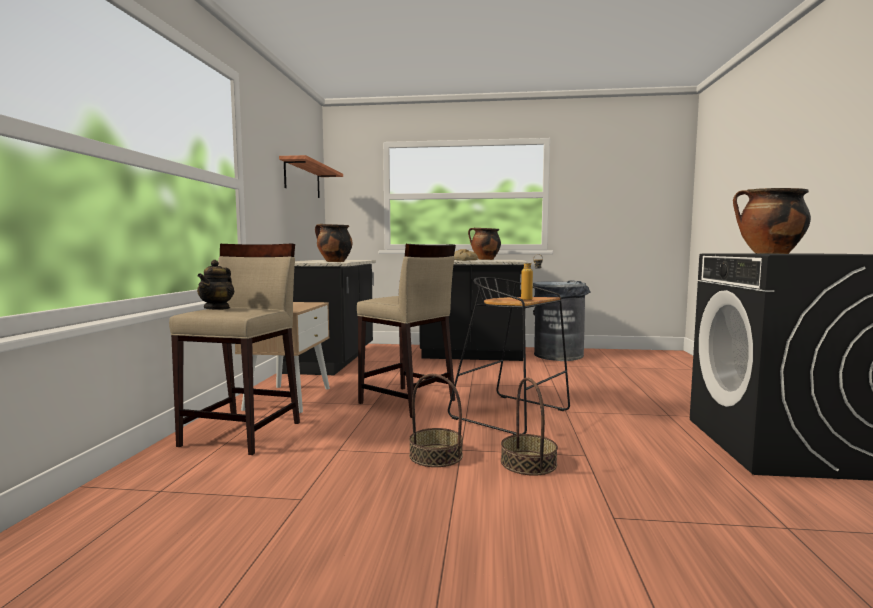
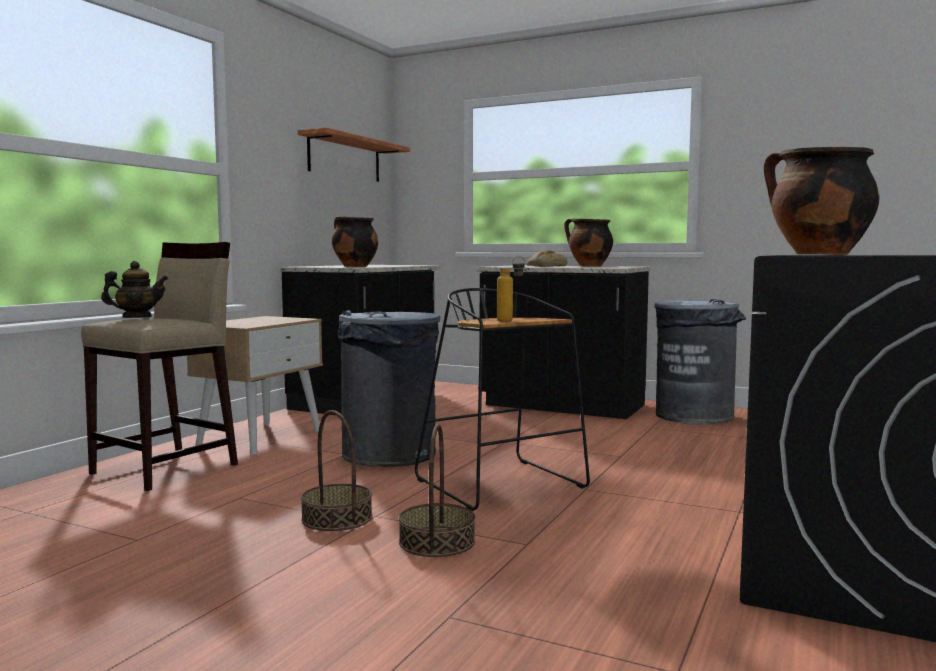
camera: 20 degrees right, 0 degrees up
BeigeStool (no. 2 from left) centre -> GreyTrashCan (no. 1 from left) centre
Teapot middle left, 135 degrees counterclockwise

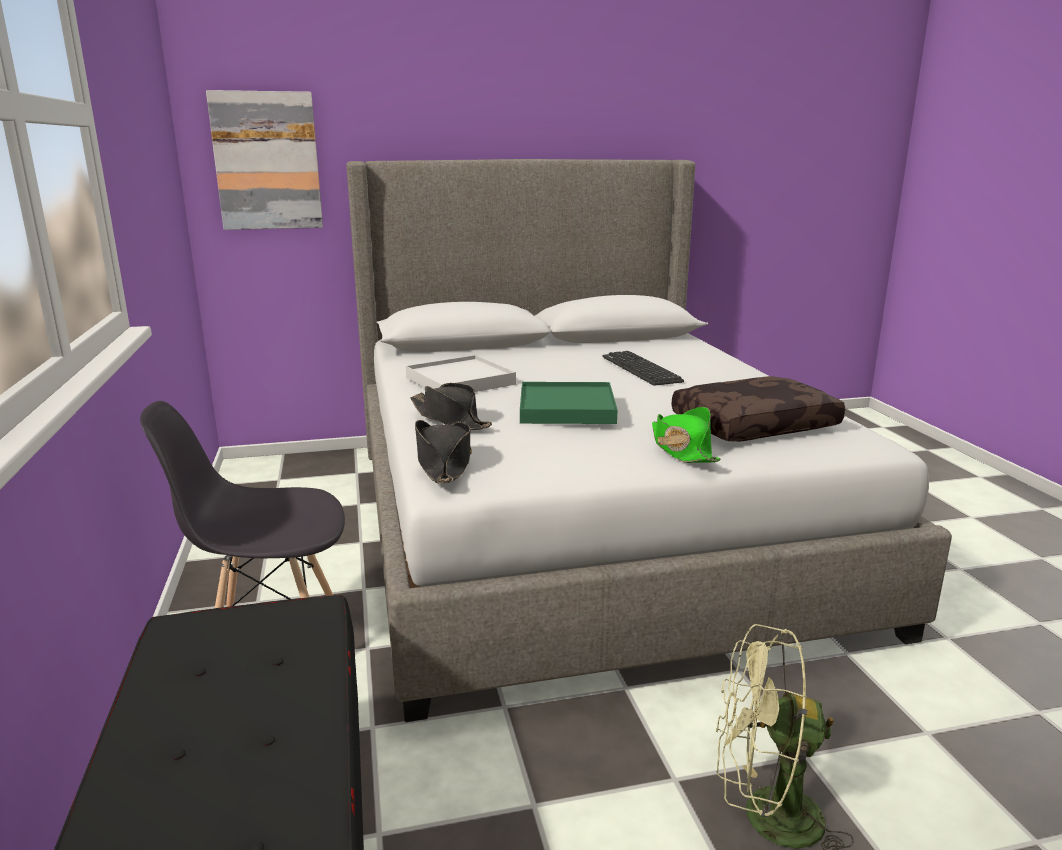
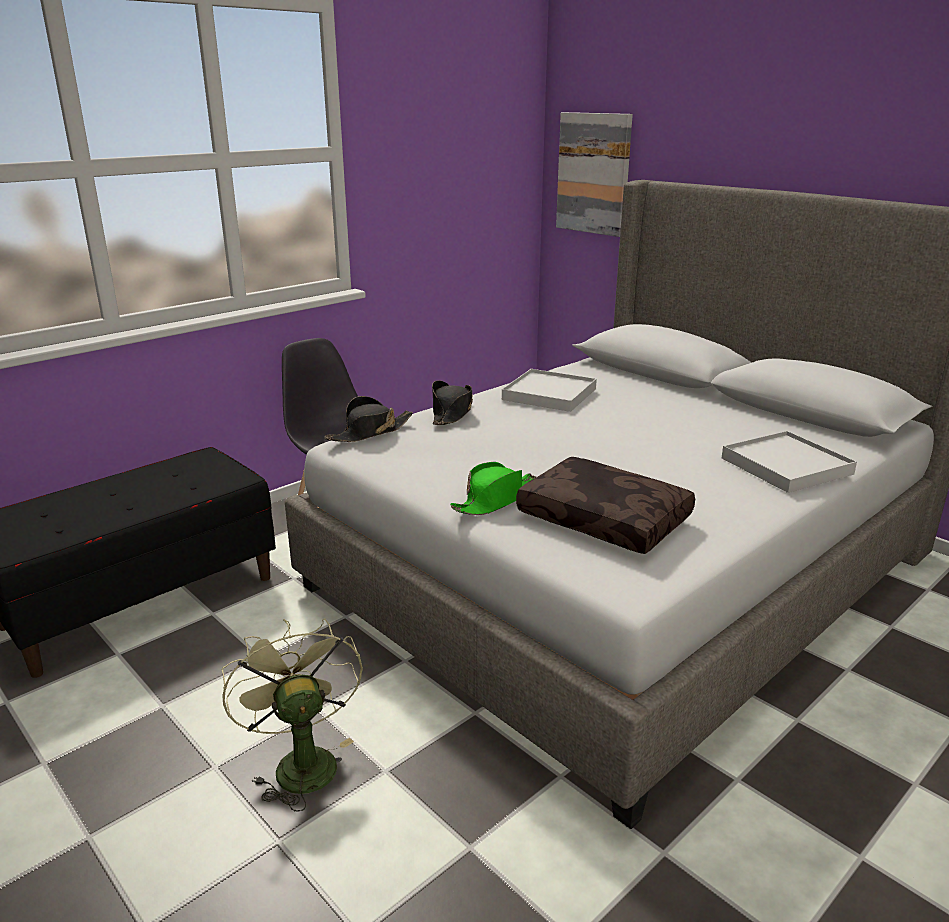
camera: 60 degrees right, 5 degrees up
GreenTray centre -> none
Keyboard centre -> none
none -> WhiteTray (no. 2 from left) middle right

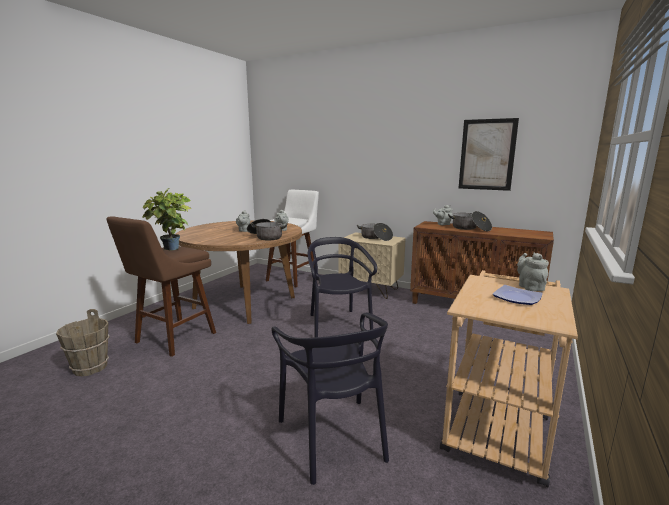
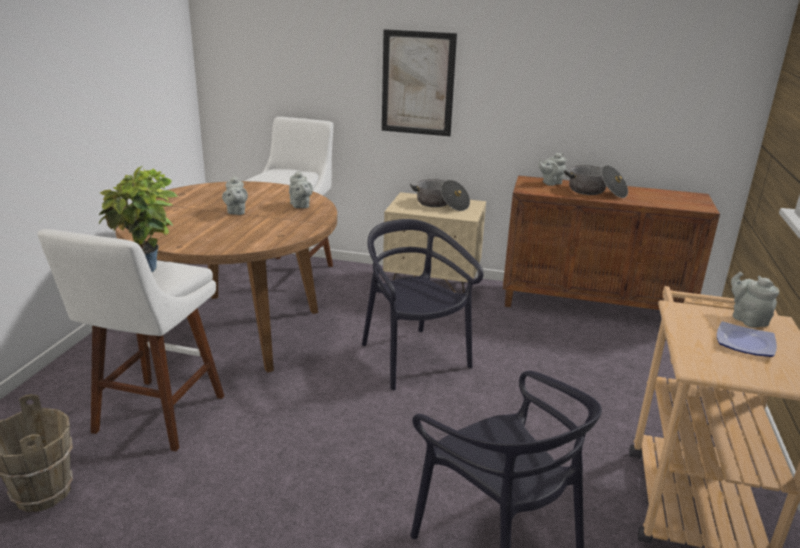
camera: 15 degrees left, 10 degrees up
CookingPot (no. 1 from left) centre -> none
Picture top right -> Picture top centre, shifted
BrownStool middle left -> WhiteStool (no. 1 from left) middle left

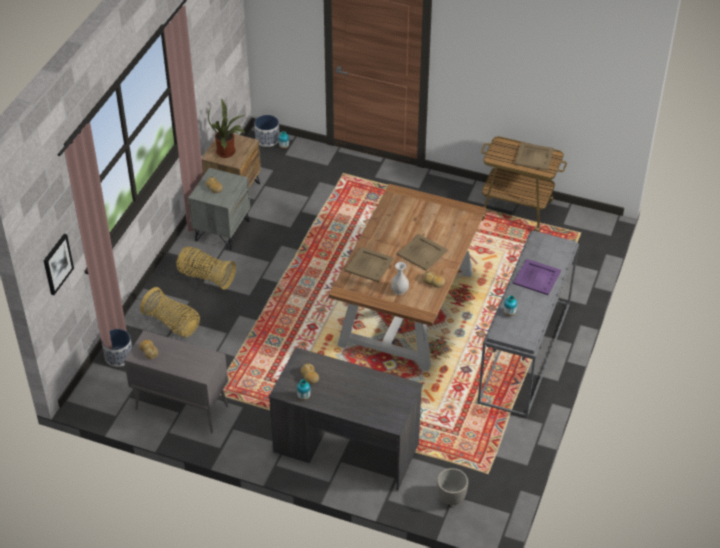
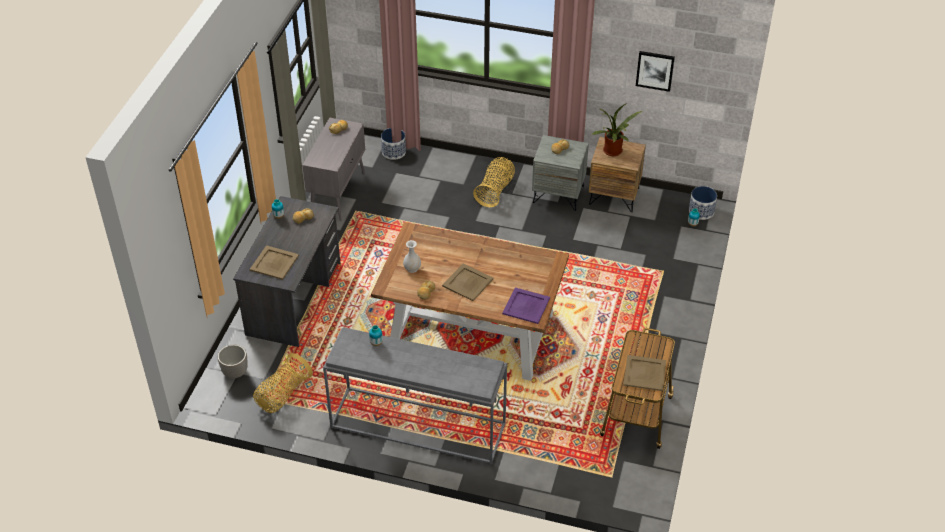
camera: 85 degrees right, 0 degrees up
Picture middle left -> Picture top right, shifted
Basket (no. 1 from left) middle left -> Basket (no. 1 from left) bottom left, shifted
BeigeTray (no. 1 from left) centre -> BeigeTray (no. 1 from left) middle left, shifted
PurpleTray middle right -> PurpleTray centre, shifted

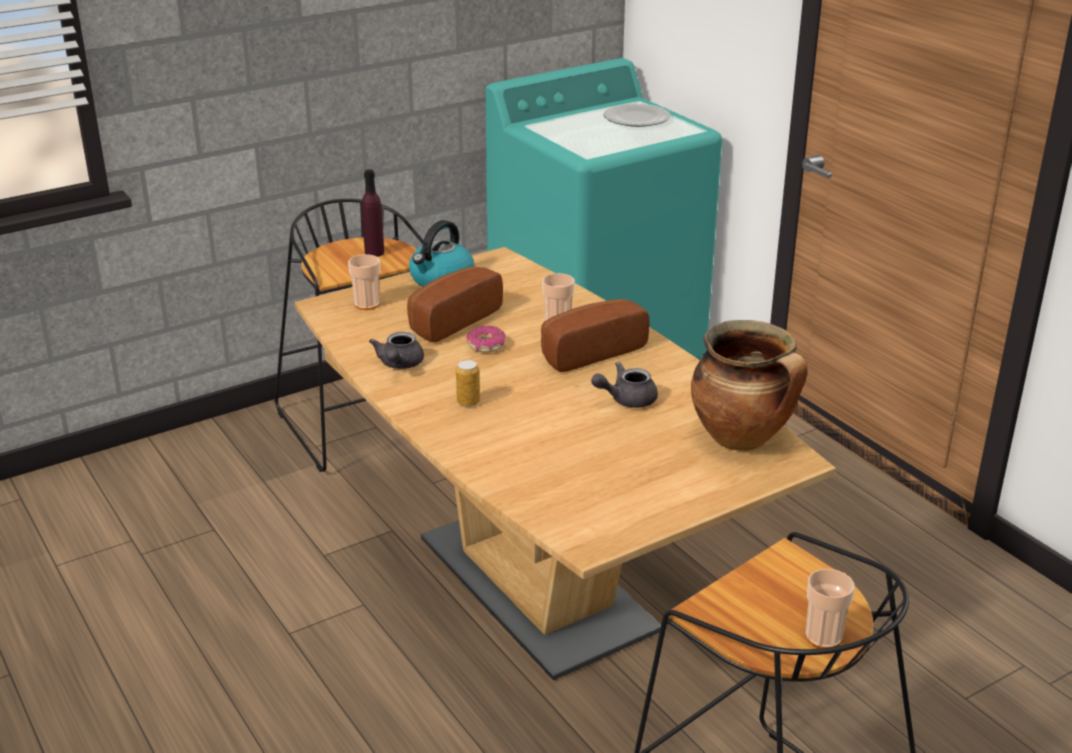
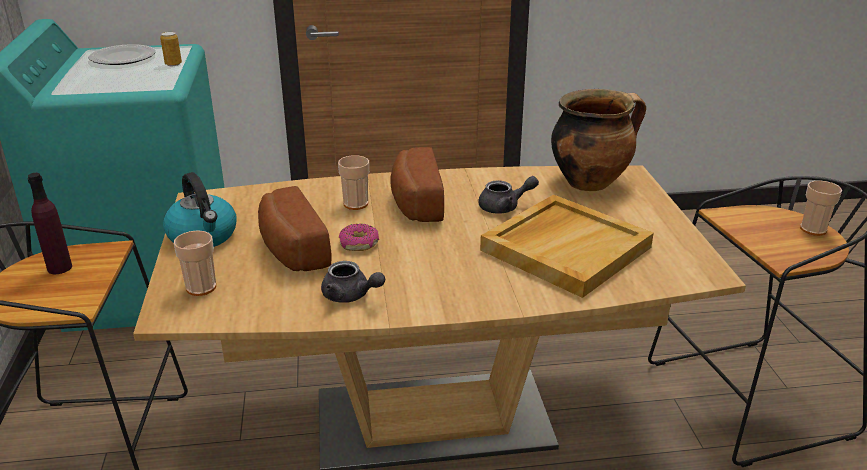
camera: 65 degrees left, 0 degrees up
none -> BeigeTray centre
Can centre -> Can top left, shifted
GreyTeapot (no. 2 from left) centre, 105 degrees counterclockwise

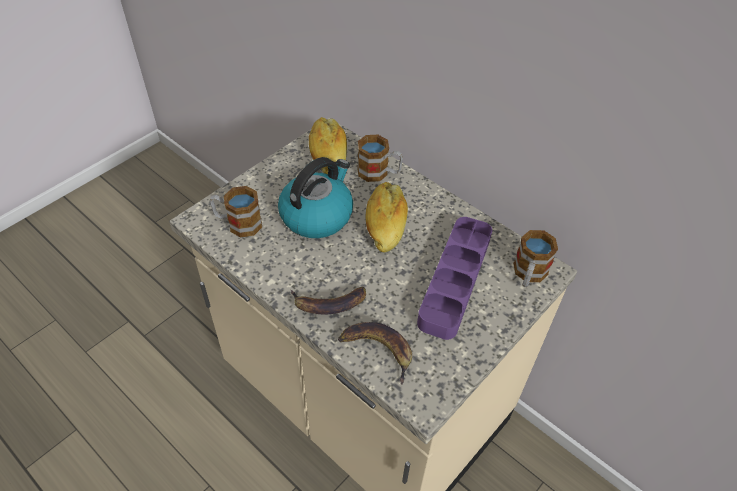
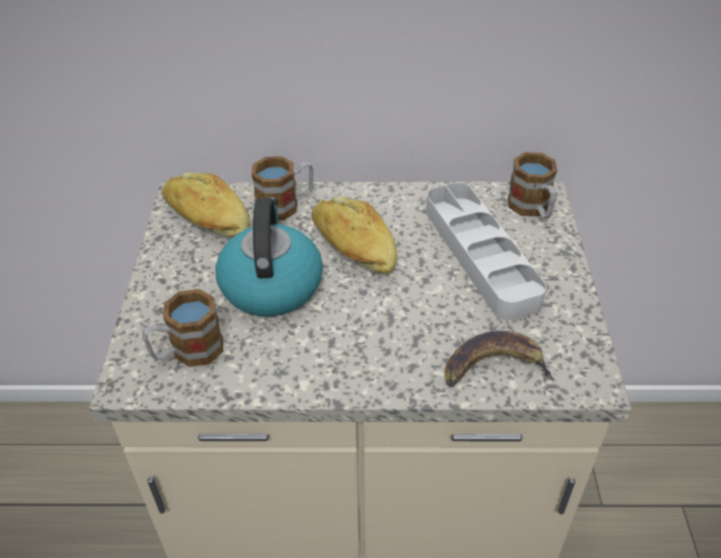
camera: 40 degrees left, 5 degrees down
Banana (no. 1 from left) centre -> none
PurpleTray centre -> GreyTray middle right

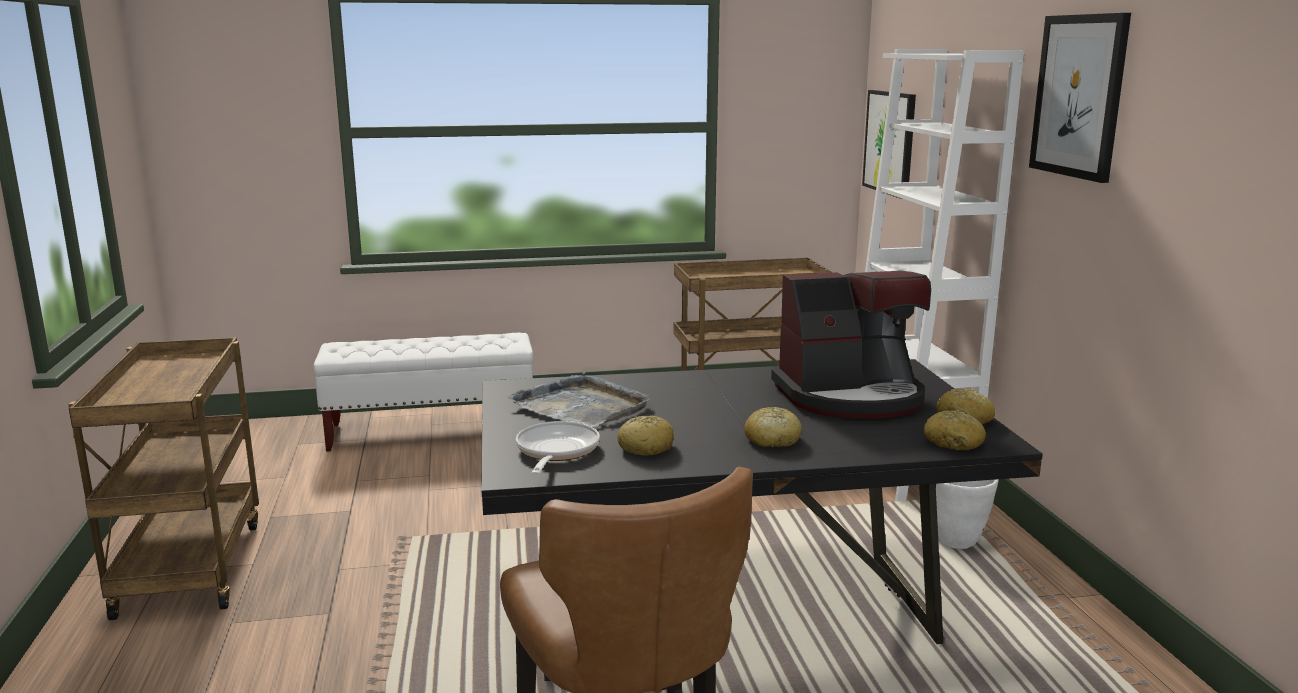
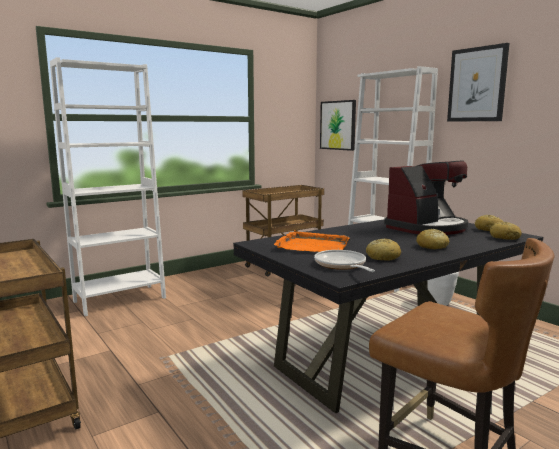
camera: 25 degrees left, 5 degrees down
WhiteBench middle left -> WhiteBookcase (no. 1 from left) middle left
GreyTray centre -> OrangeTray centre

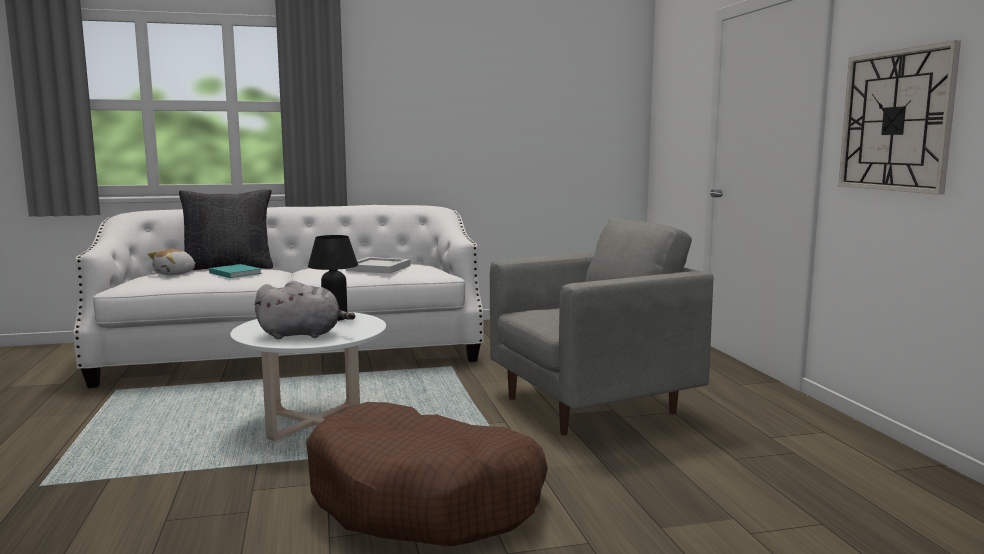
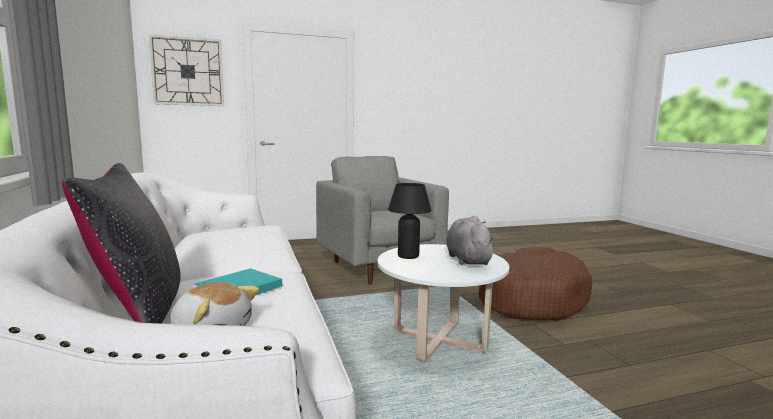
camera: 95 degrees left, 0 degrees up
WhiteTray centre -> none
WallClock top right -> WallClock top left, shifted

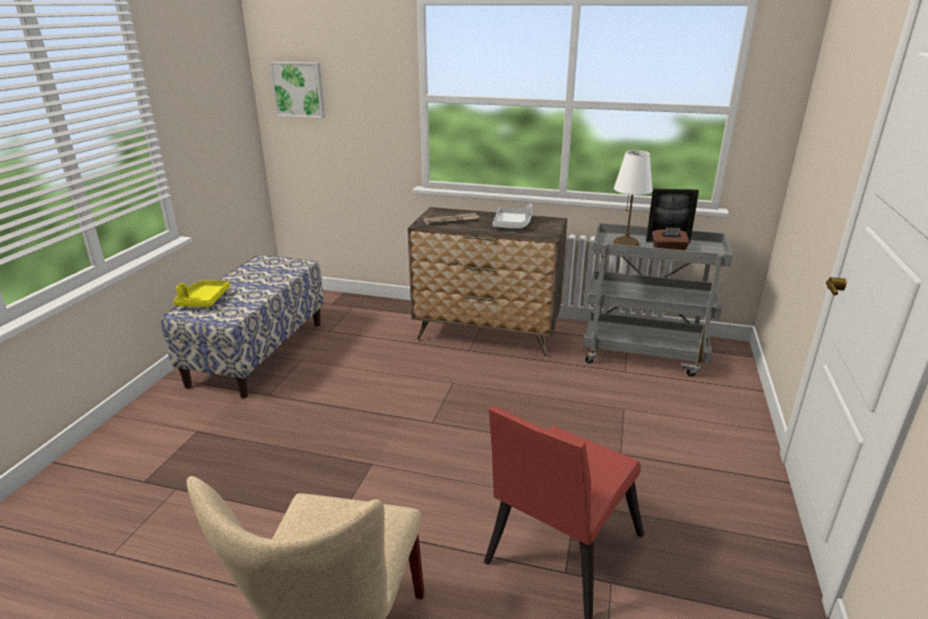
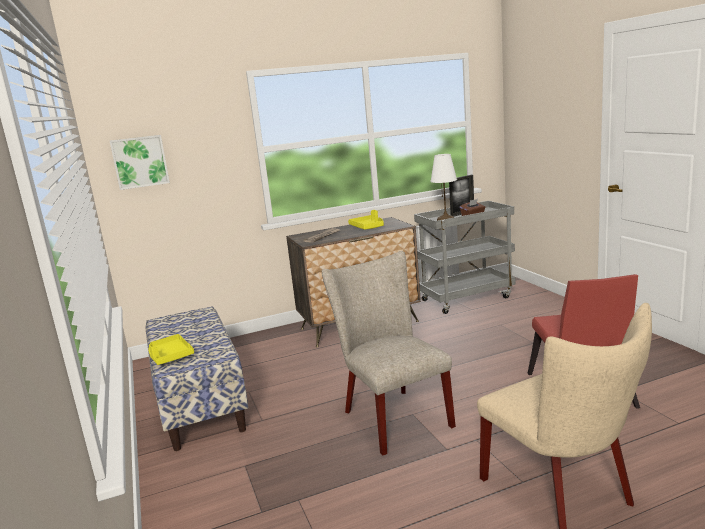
camera: 35 degrees left, 10 degrees down
none -> BeigeChair (no. 1 from left) bottom centre
WhiteTray centre -> YellowTray (no. 2 from left) centre

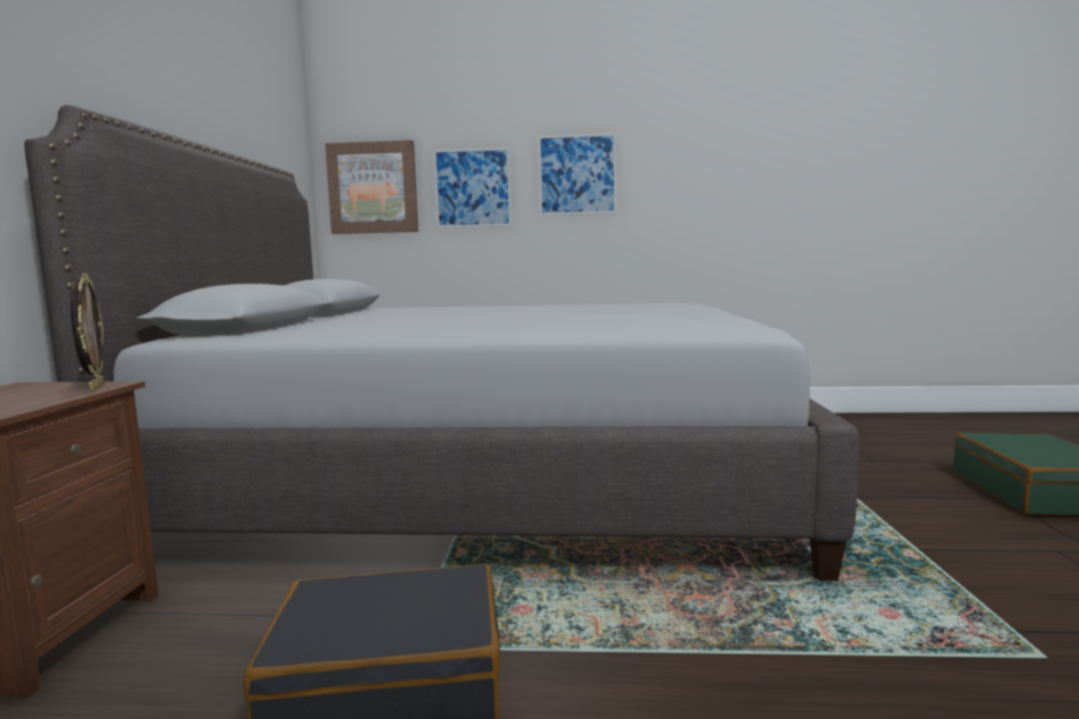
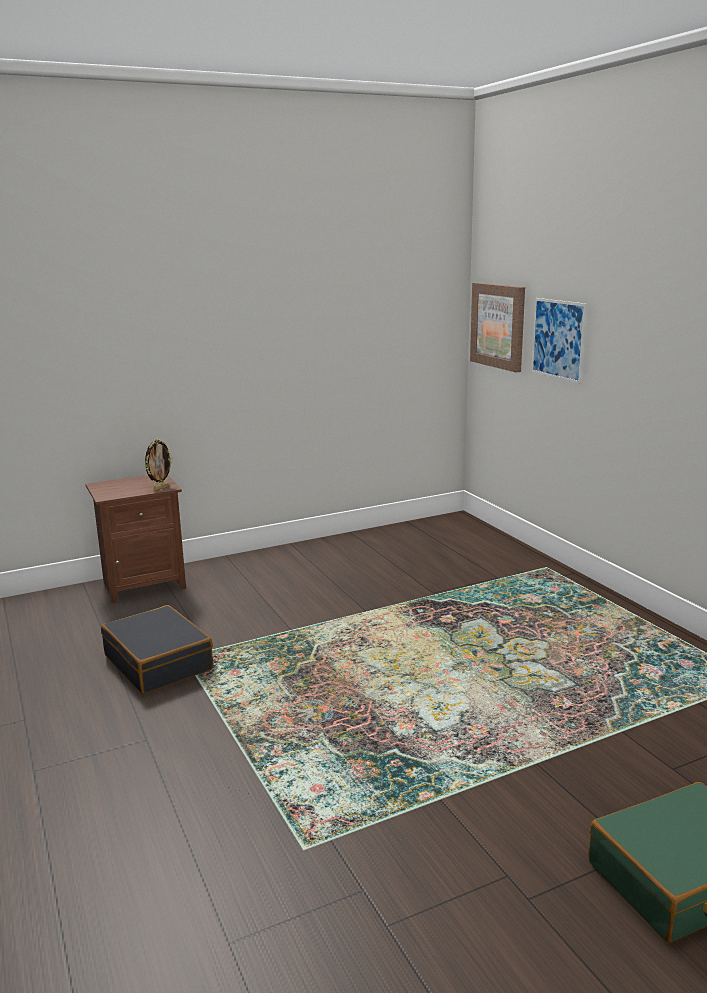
camera: 60 degrees right, 10 degrees up
GreyBed centre -> none
Picture (no. 3 from left) top centre -> none

